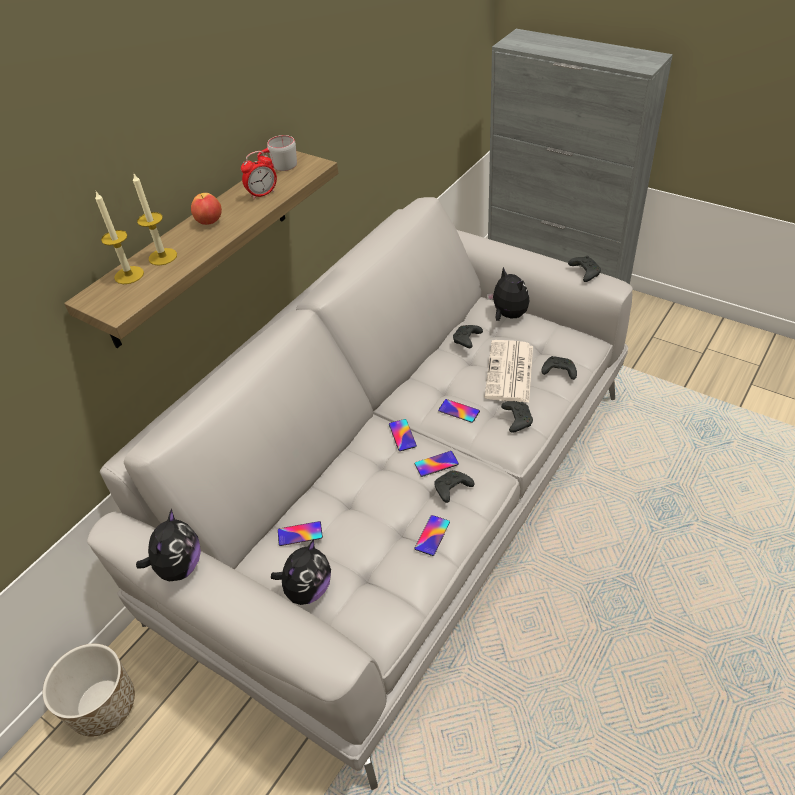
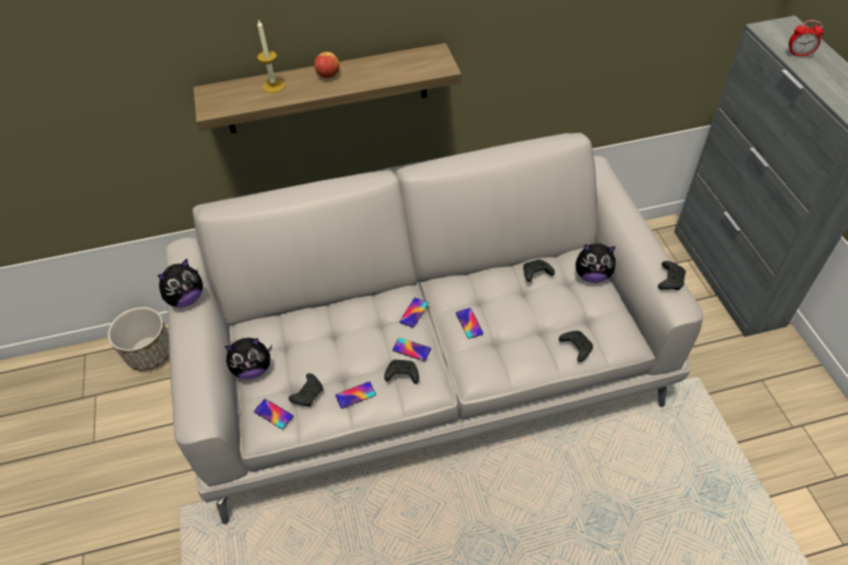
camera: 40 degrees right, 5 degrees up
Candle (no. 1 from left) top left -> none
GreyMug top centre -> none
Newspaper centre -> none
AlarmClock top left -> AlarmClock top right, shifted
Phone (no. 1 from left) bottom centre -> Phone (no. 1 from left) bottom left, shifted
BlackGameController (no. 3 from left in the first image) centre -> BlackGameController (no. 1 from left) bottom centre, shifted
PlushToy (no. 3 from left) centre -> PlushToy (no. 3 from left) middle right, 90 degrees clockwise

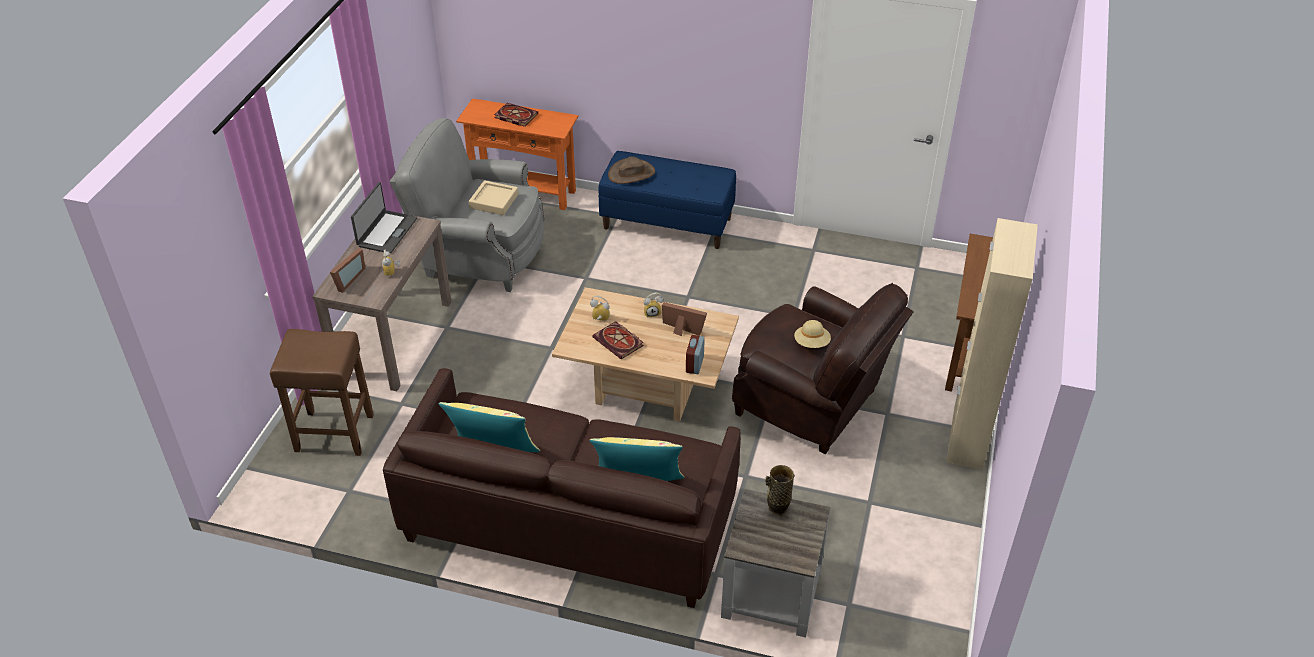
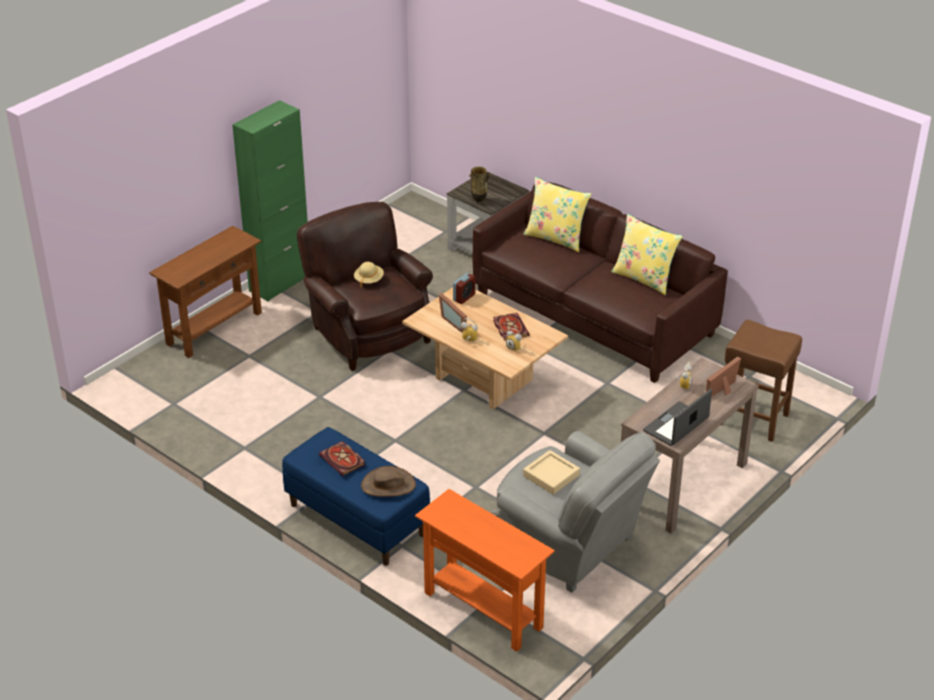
camera: 155 degrees left, 5 degrees down
Book (no. 1 from left) top centre -> Book (no. 1 from left) centre, shifted
BeigeCabinet middle right -> GreenCabinet top left

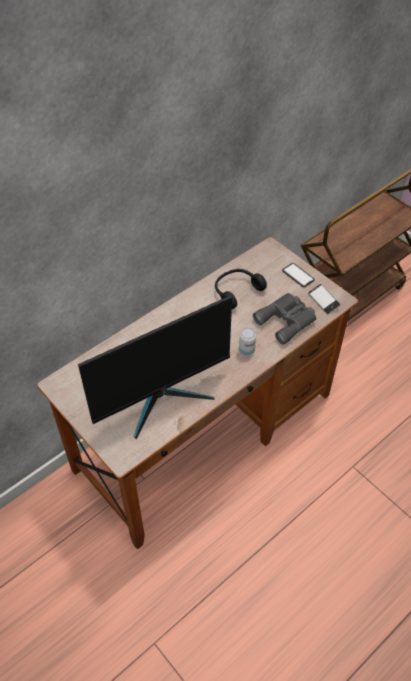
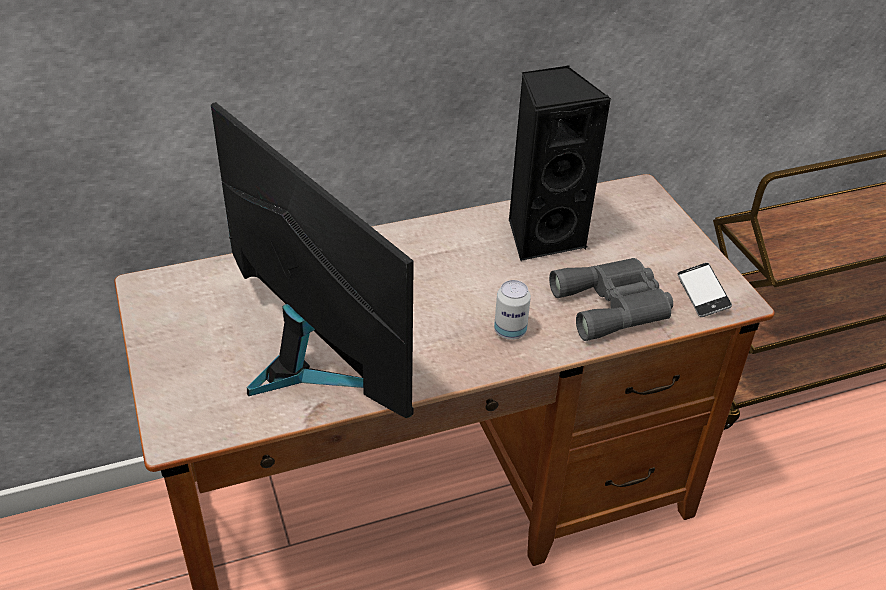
camera: 20 degrees right, 10 degrees down
Phone (no. 1 from left) middle right -> none
BlackHeadphones centre -> BlackSpeaker top centre
Monitor centre, 120 degrees counterclockwise

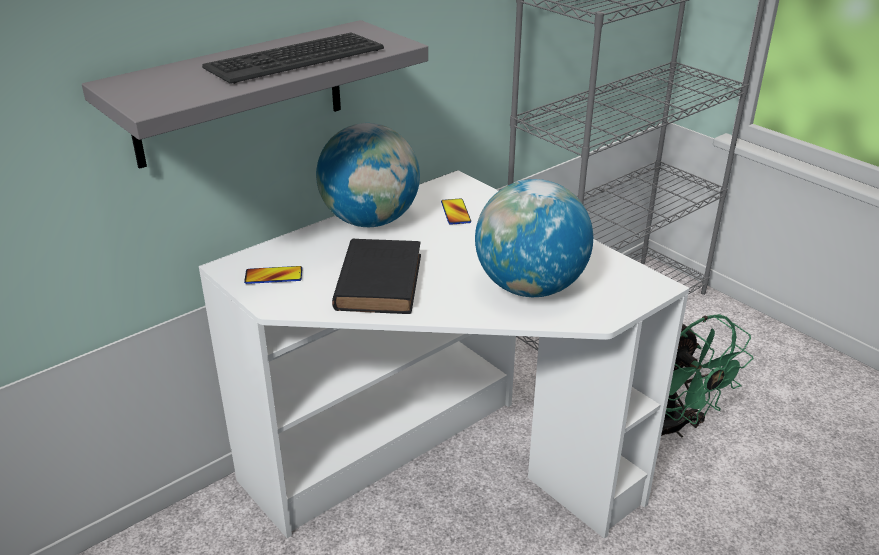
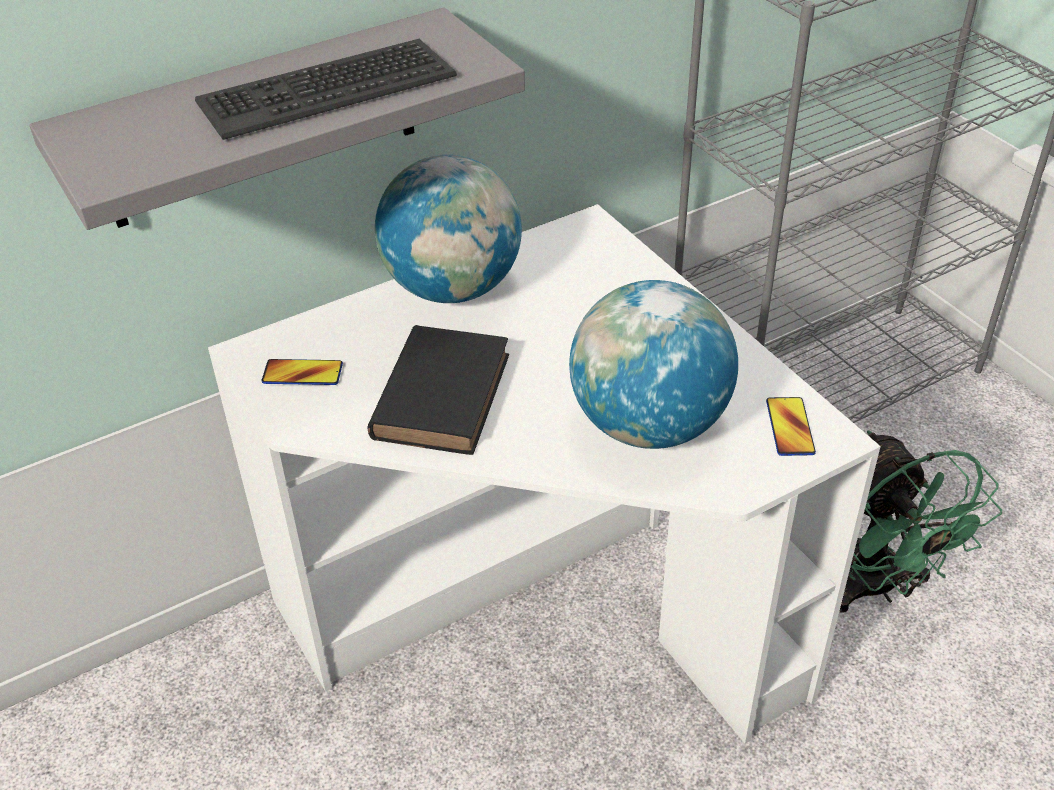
camera: 10 degrees right, 10 degrees up
Phone (no. 2 from left) centre -> Phone (no. 2 from left) middle right, shifted

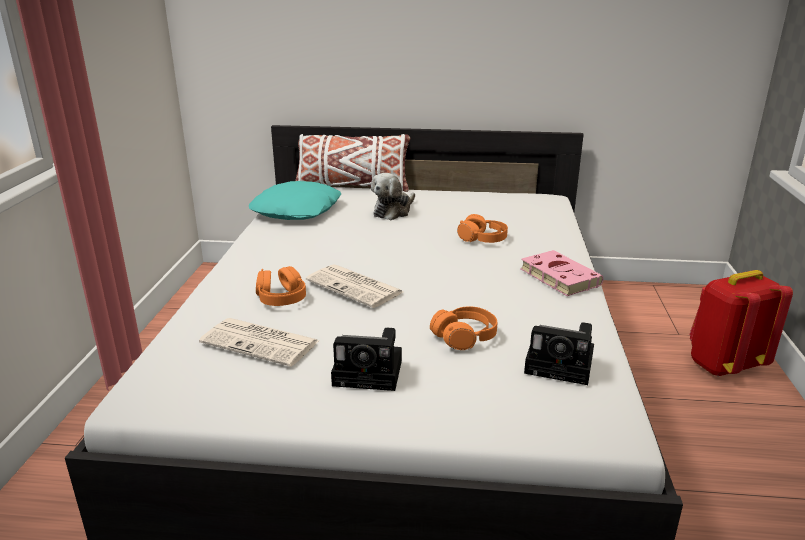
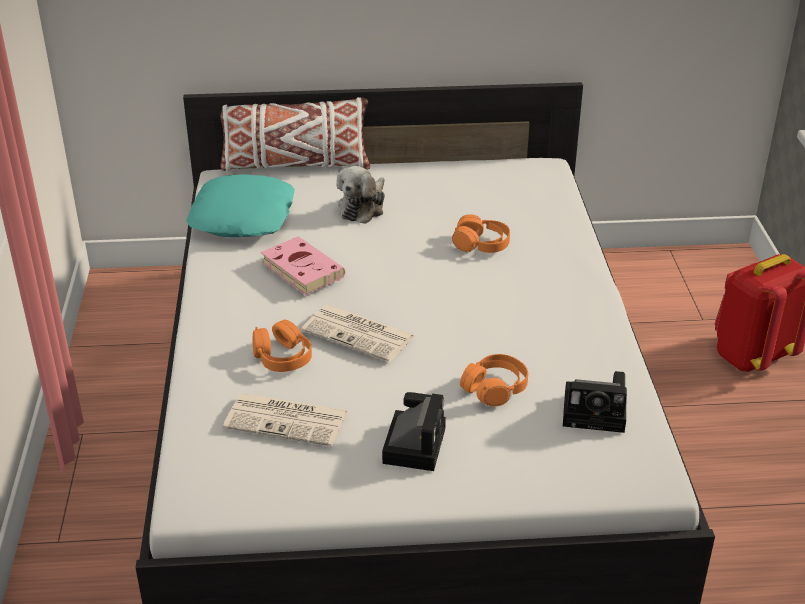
camera: 10 degrees left, 10 degrees up
PinkBook middle right -> PinkBook centre, shifted
PhotoCamera (no. 1 from left) centre -> PhotoCamera (no. 1 from left) bottom centre, 75 degrees counterclockwise

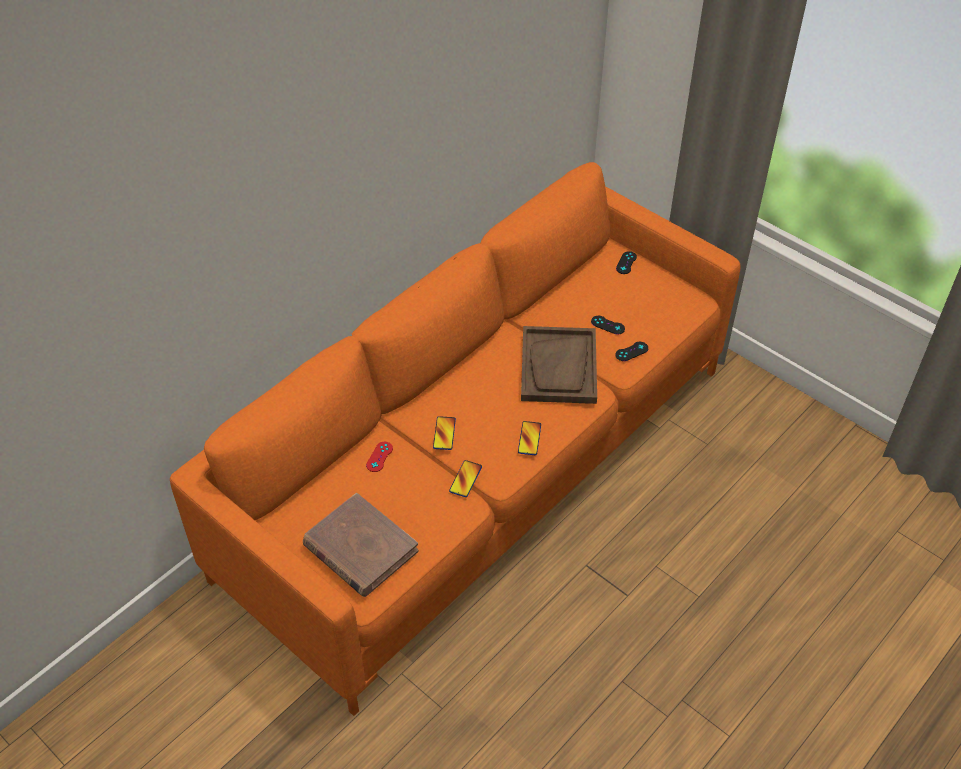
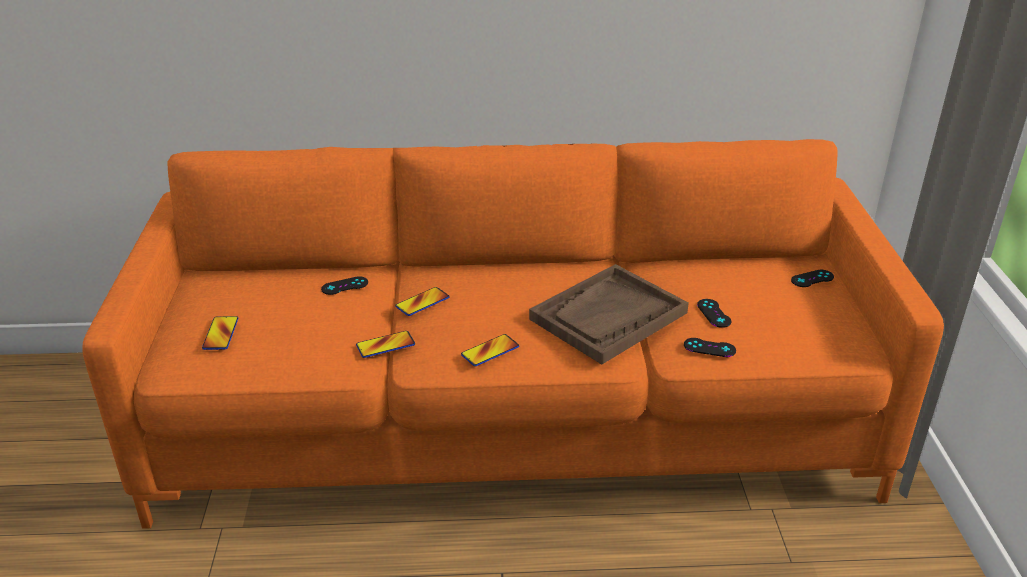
camera: 45 degrees right, 15 degrees down
BrownBook bottom centre -> Phone (no. 1 from left) middle left
RedGameController centre -> BlackGameController (no. 1 from left) centre

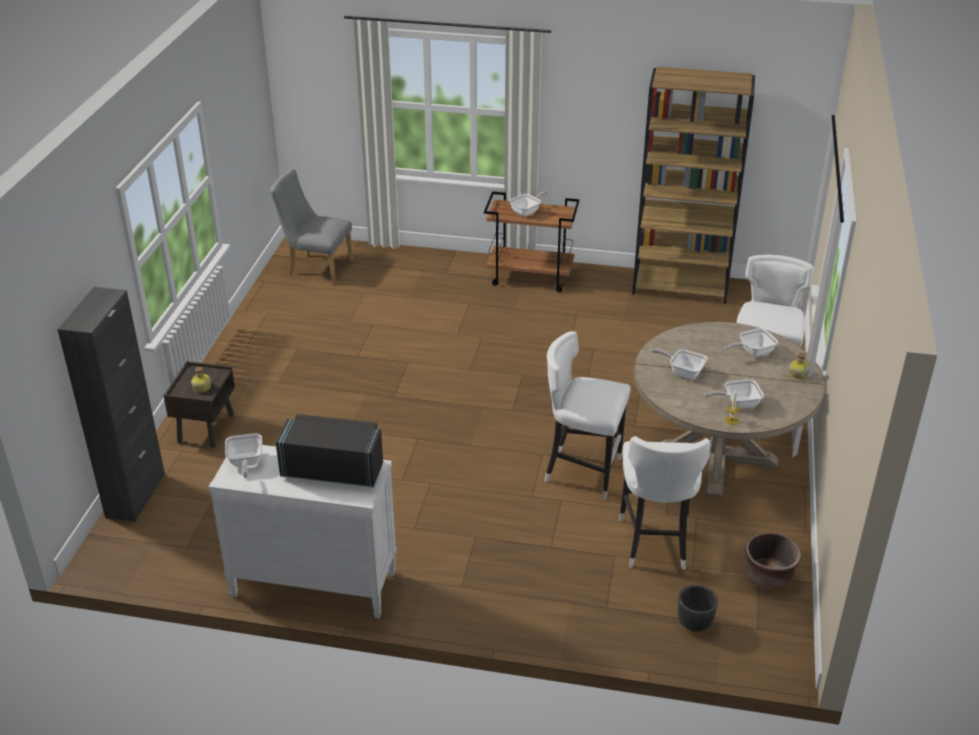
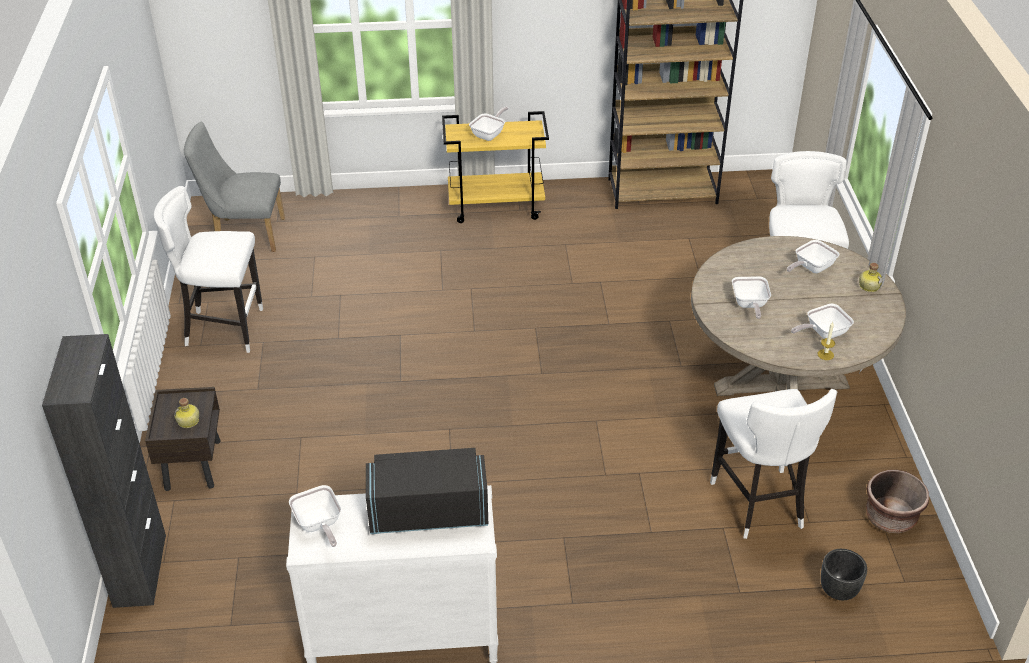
camera: 15 degrees left, 5 degrees up
WhiteStool (no. 1 from left) centre -> WhiteStool (no. 1 from left) middle left, shifted
BrownCart top centre -> YellowCart top centre
FryingPan (no. 3 from left) middle right, 105 degrees counterclockwise

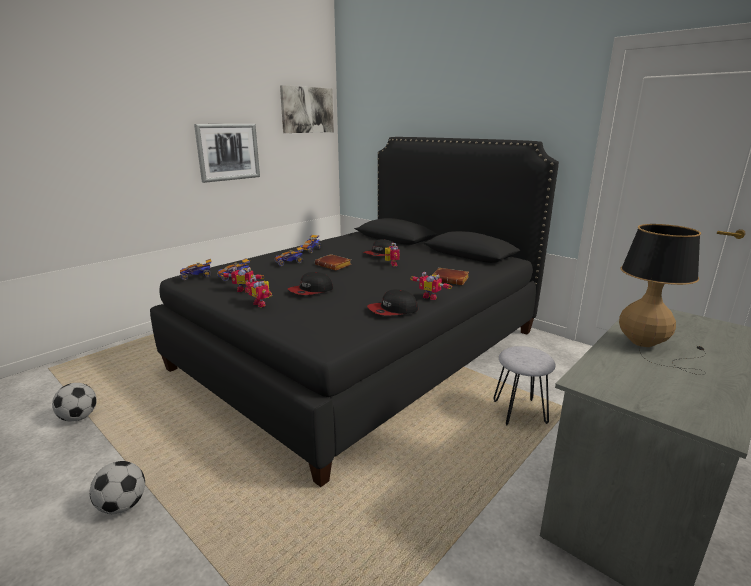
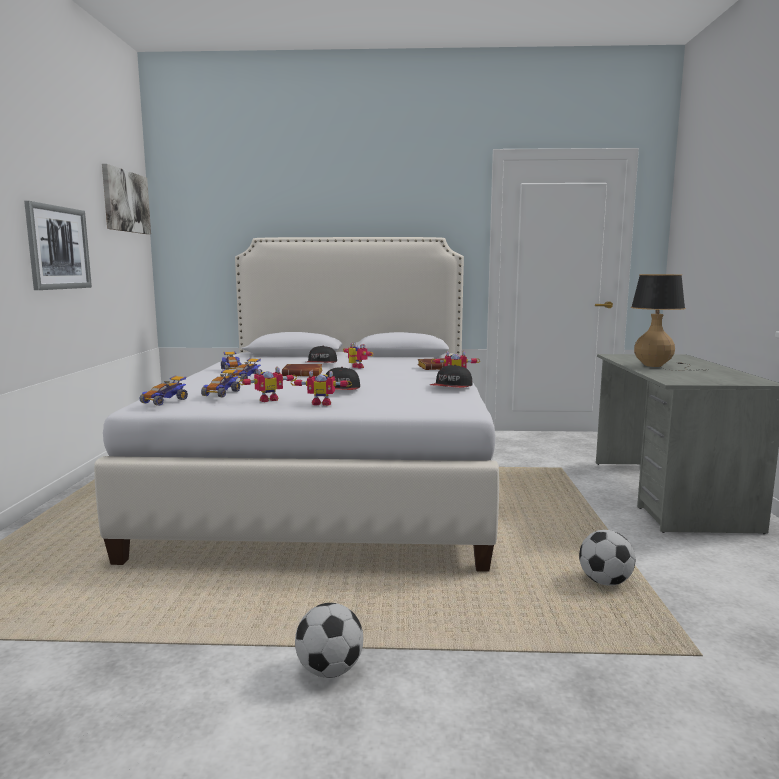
camera: 40 degrees left, 10 degrees down
GreyStool middle right -> none
Football (no. 1 from left in the first image) bottom left -> Football (no. 2 from left) bottom right, shifted
BlackBed centre -> WhiteBed centre

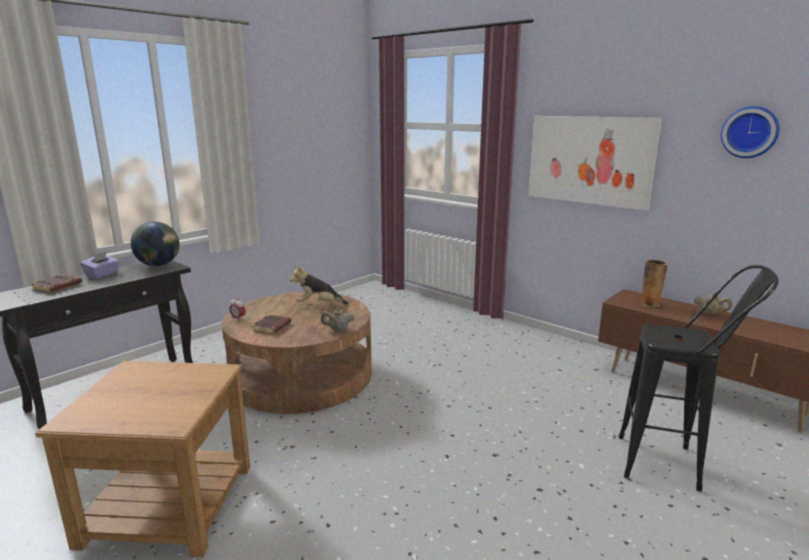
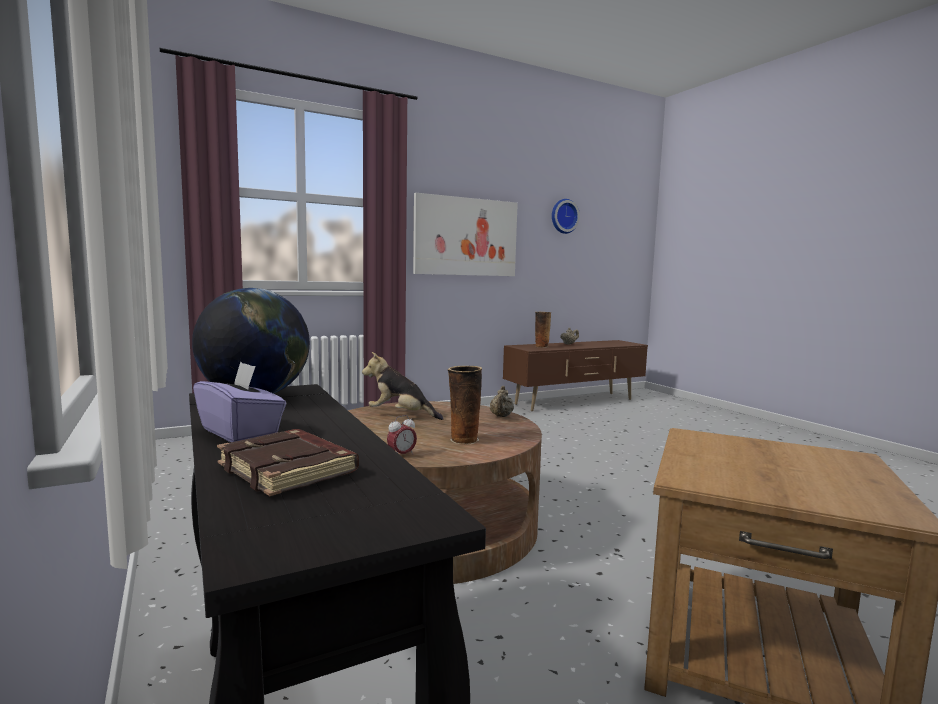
camera: 70 degrees left, 10 degrees down
BlackStool bottom right -> none
BrownBook (no. 2 from left) centre -> Vase (no. 1 from left) centre
PlushToy centre, 90 degrees clockwise

